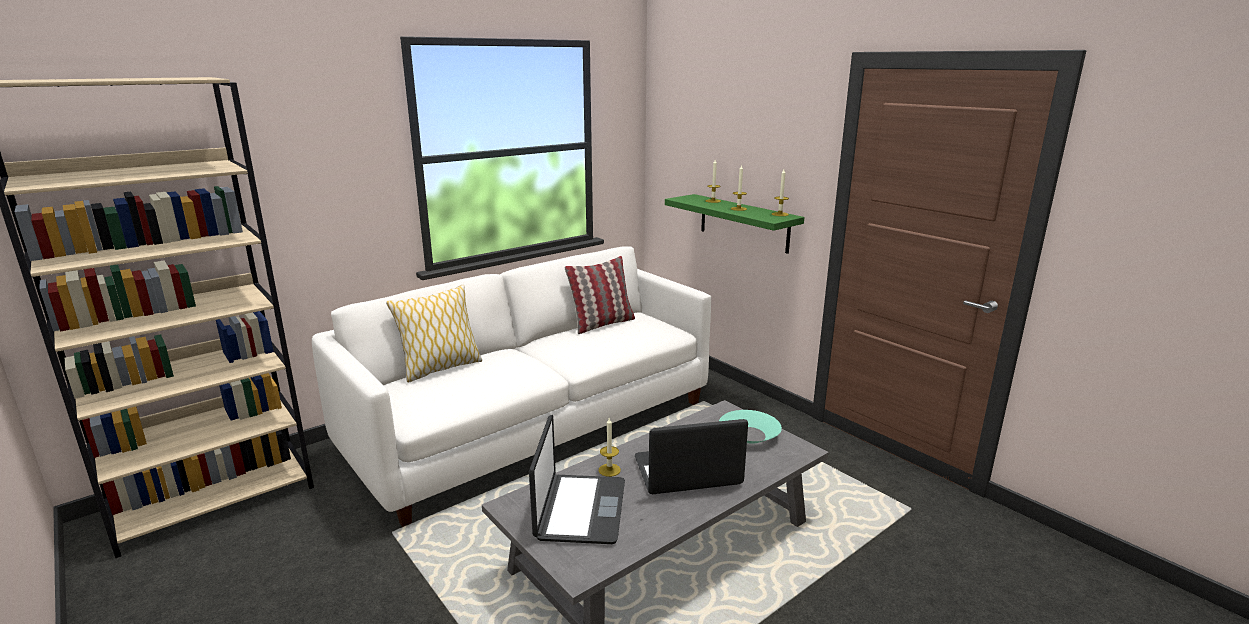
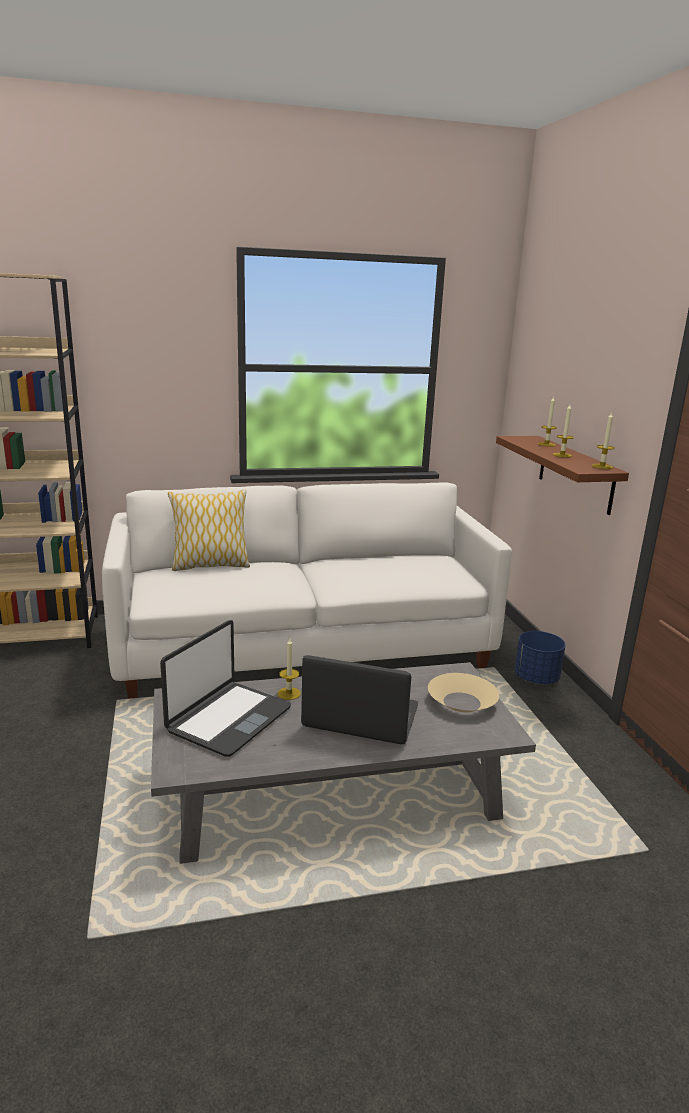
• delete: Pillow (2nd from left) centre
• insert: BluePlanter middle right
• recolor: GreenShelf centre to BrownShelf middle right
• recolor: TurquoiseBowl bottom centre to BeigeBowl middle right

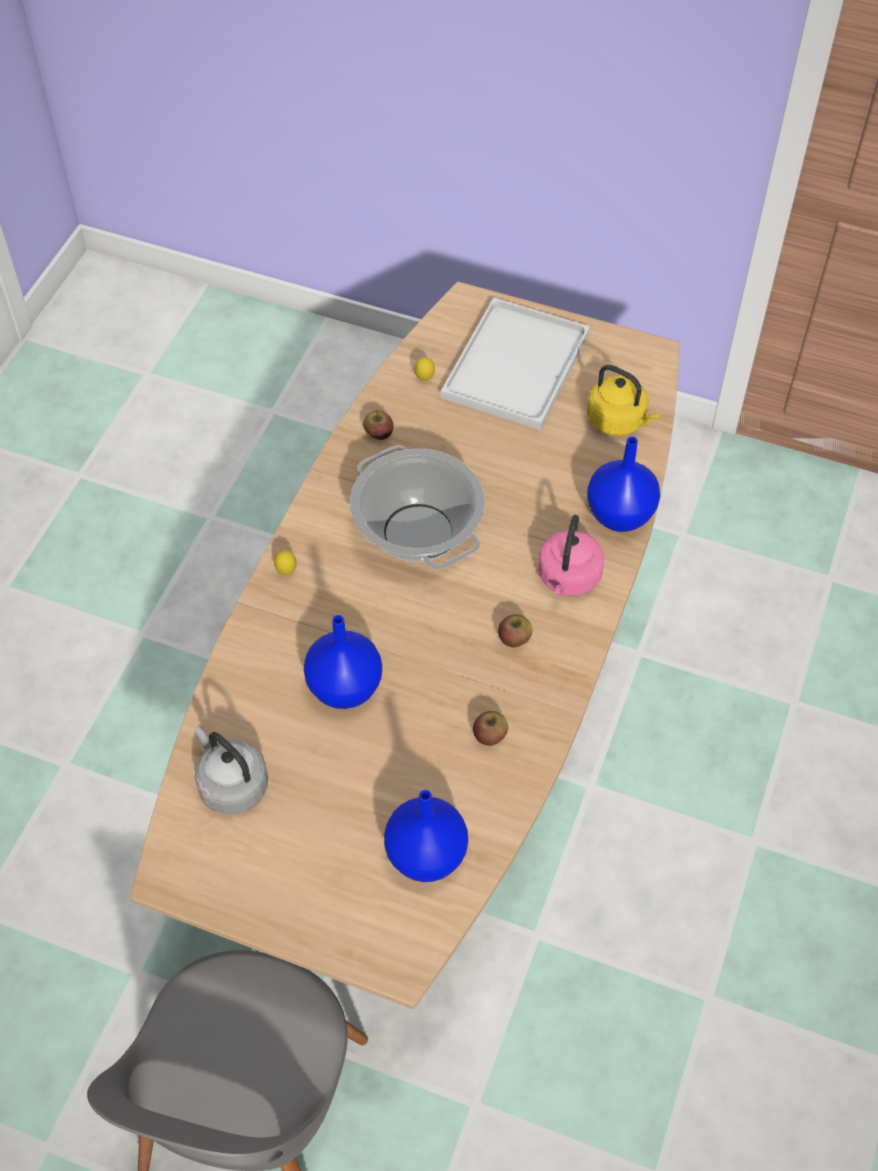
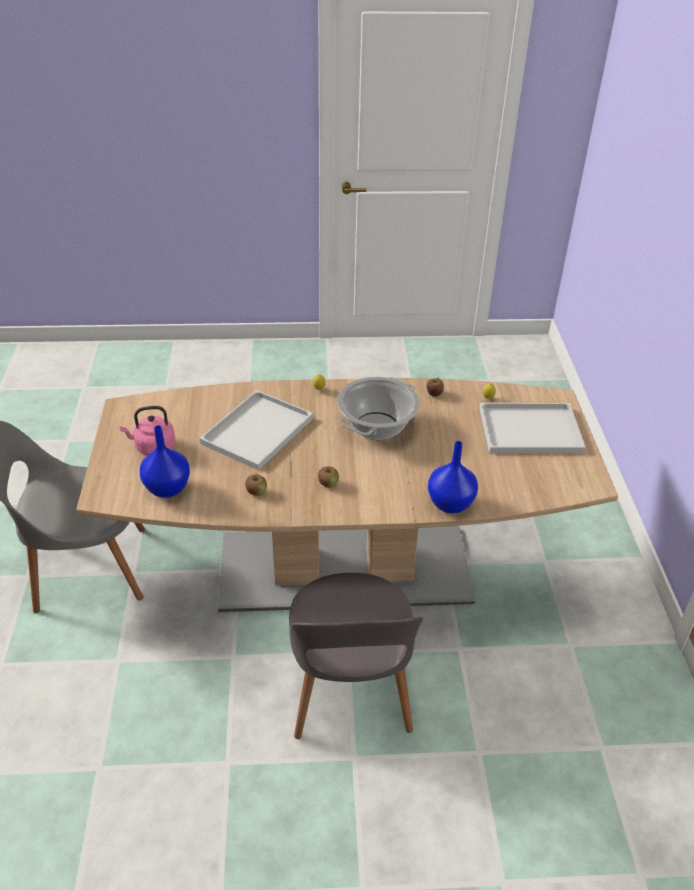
• delete: GreyKettle middle left
• delete: YellowKettle middle right
• insert: GreyChair (2nd from left) bottom centre
• move: PinkKettle centre to middle left
• replace: BlueVase (1st from left) centre to WhiteTray (1st from left) centre

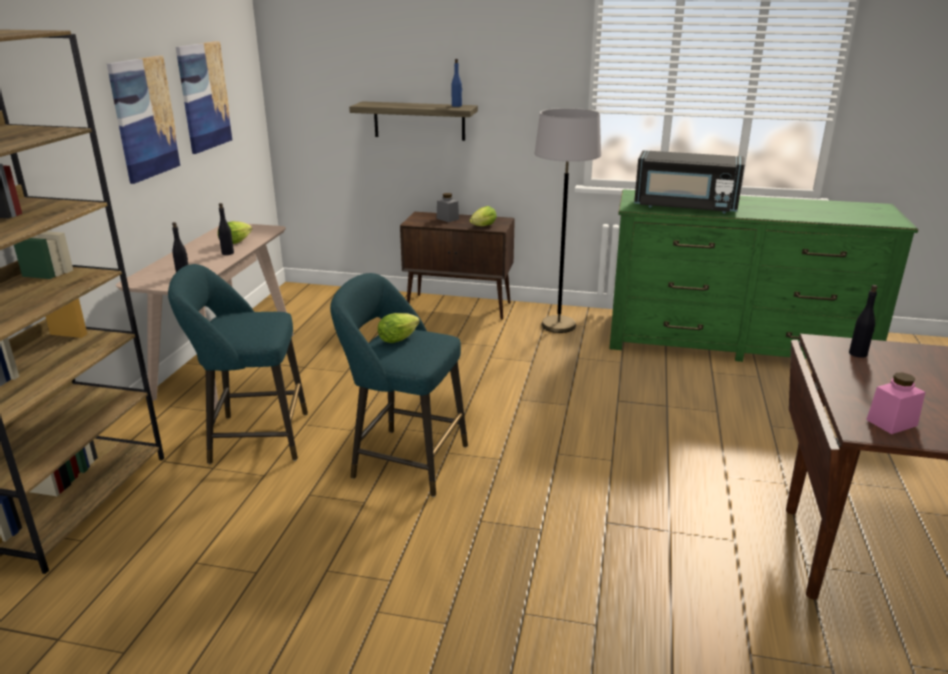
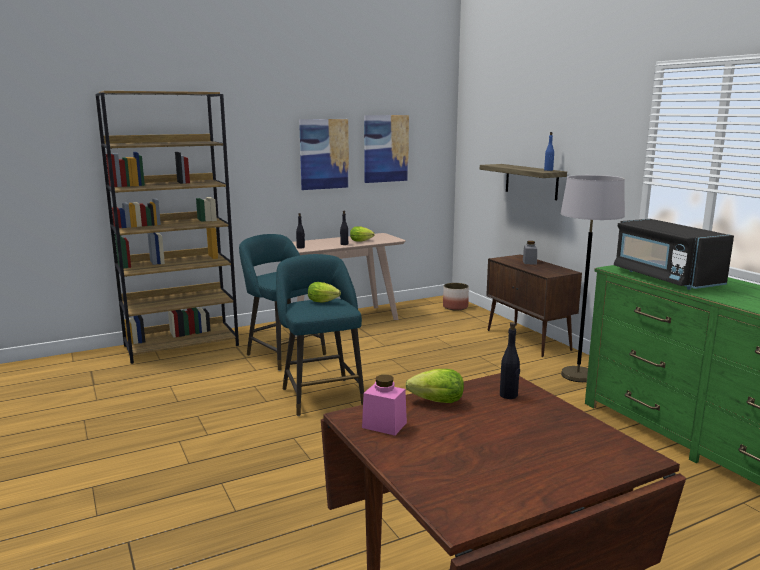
• insert: Planter centre
• move: Lettuce (3rd from left) top centre to bottom centre

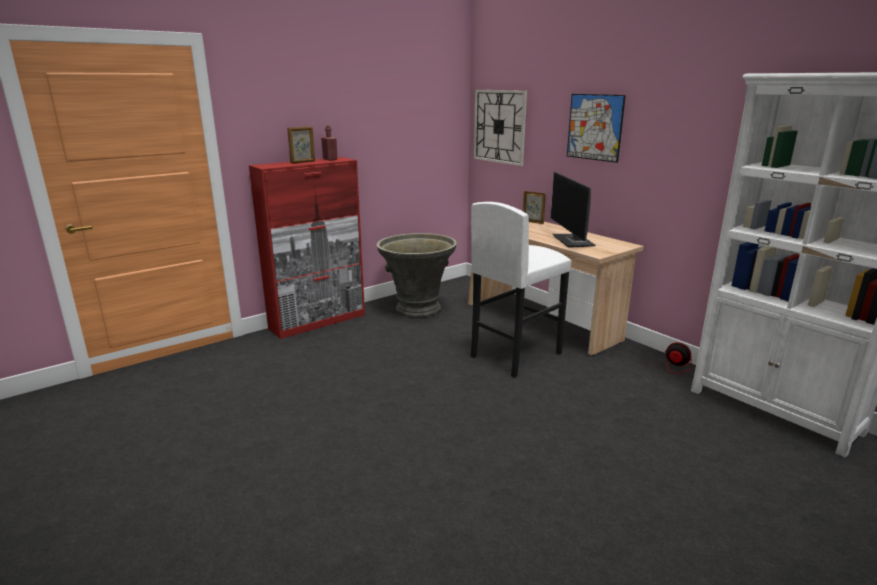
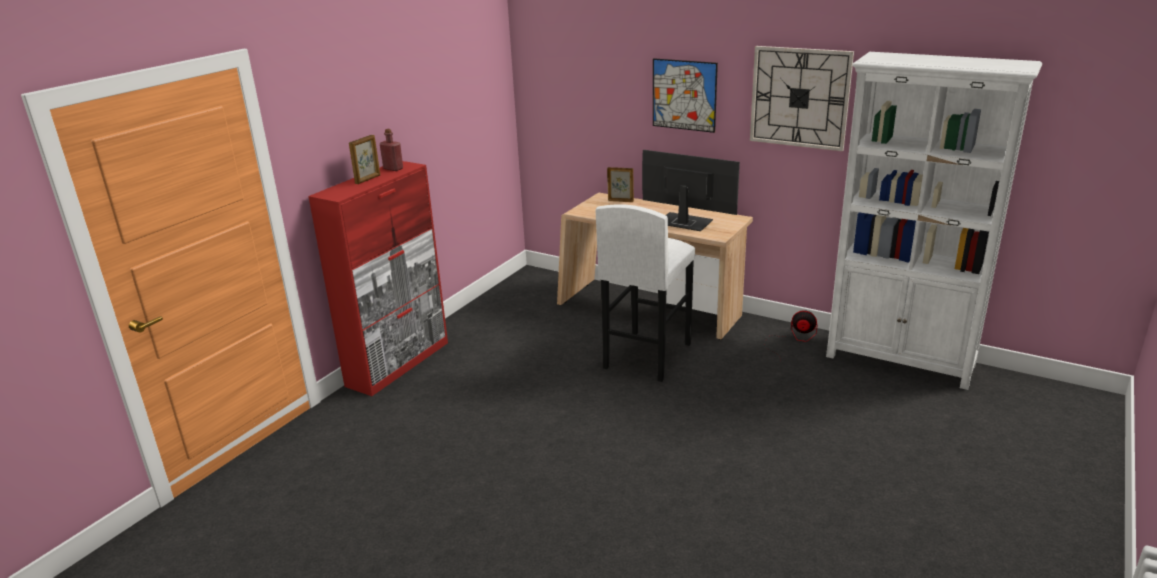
• delete: GreyPlanter centre
• move: WallClock top centre to top right
• rotate: Monitor centre = top centre 150 degrees clockwise

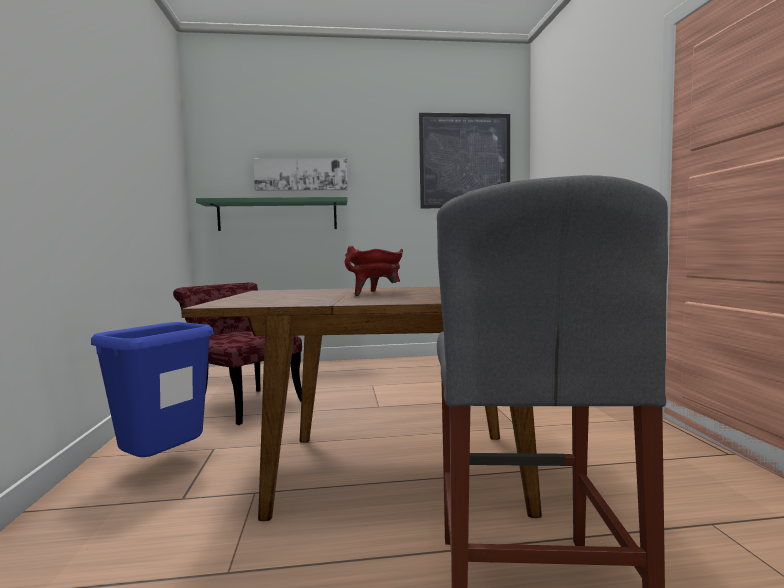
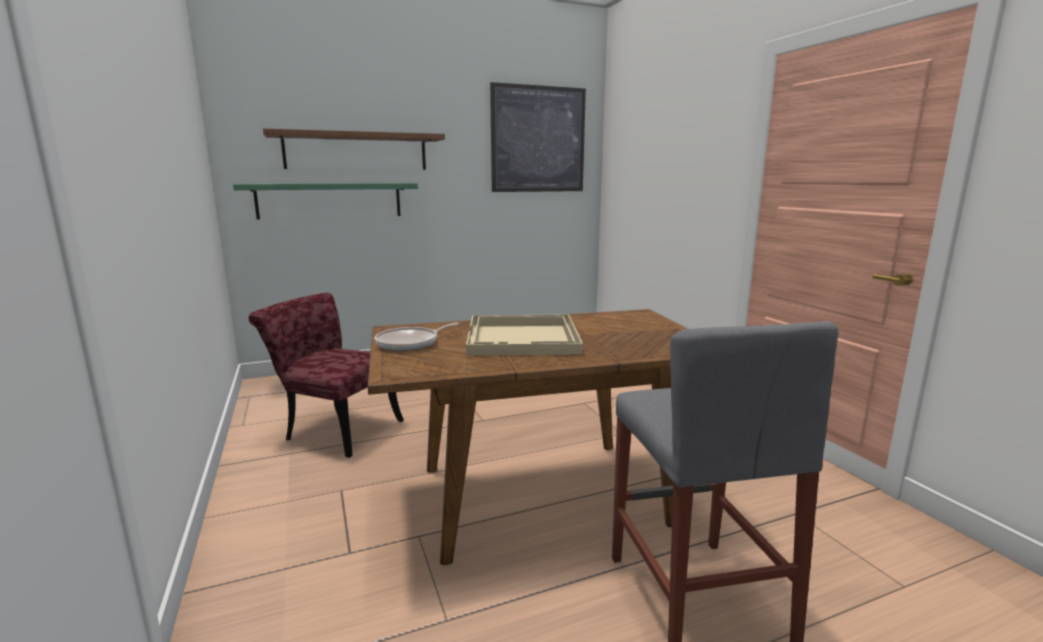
• delete: BlueTrashCan middle left
• insert: FryingPan centre
• replace: Picture (1st from left) top centre to BrownShelf top centre
• replace: RedCookingPot centre to BeigeTray centre

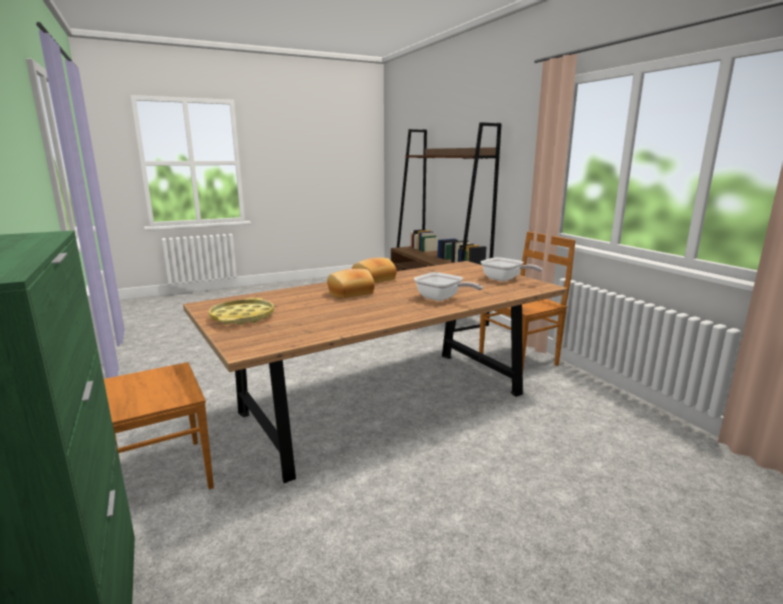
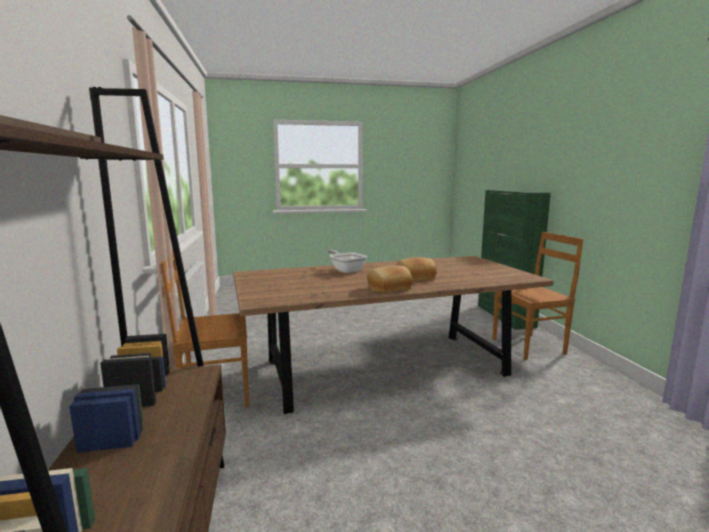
• delete: YellowTray middle left
• delete: FryingPan (2nd from left) centre

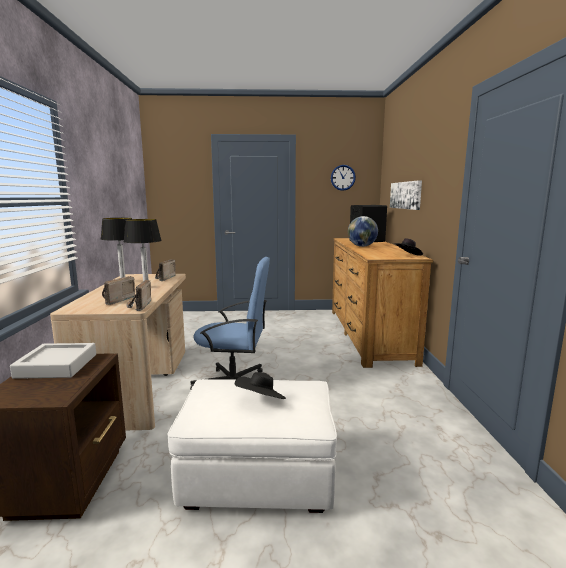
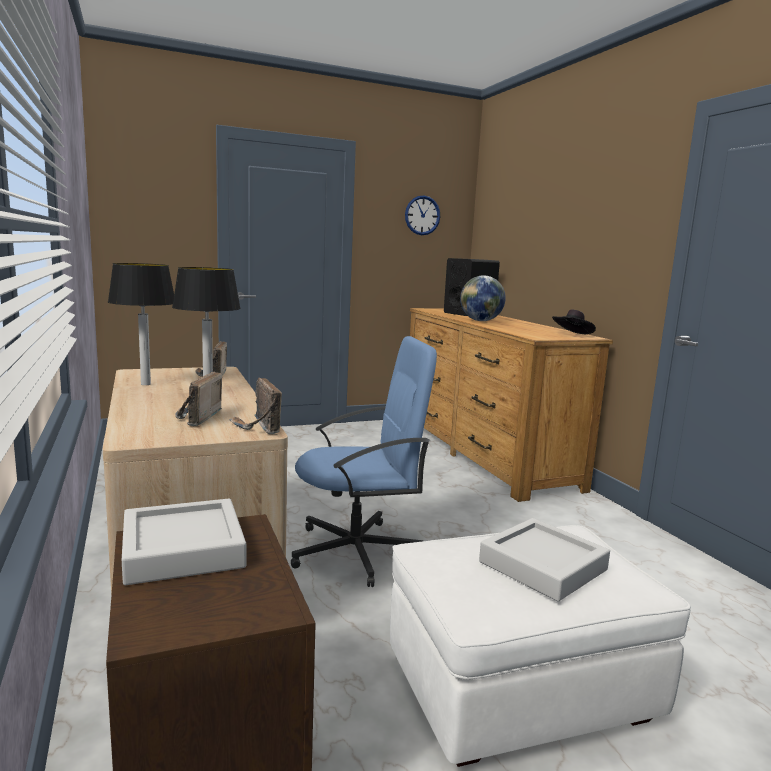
• delete: Picture middle right
• replace: BlackHat (1st from left) bottom centre to GreyTray (2nd from left) bottom right

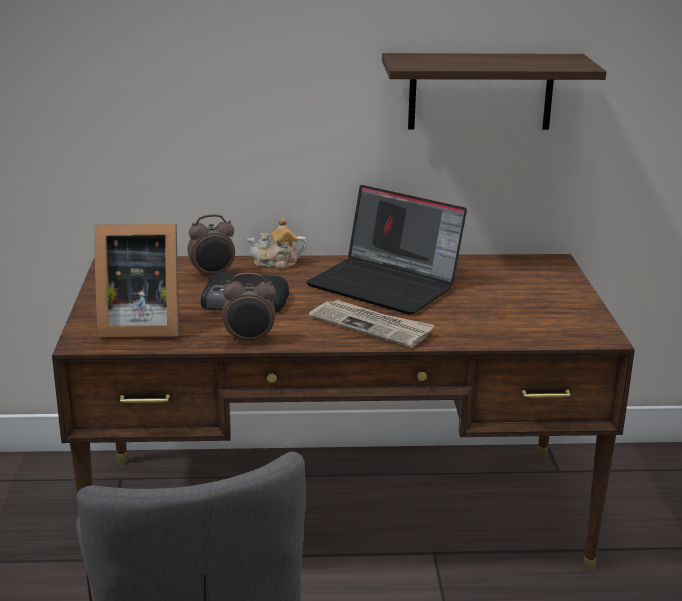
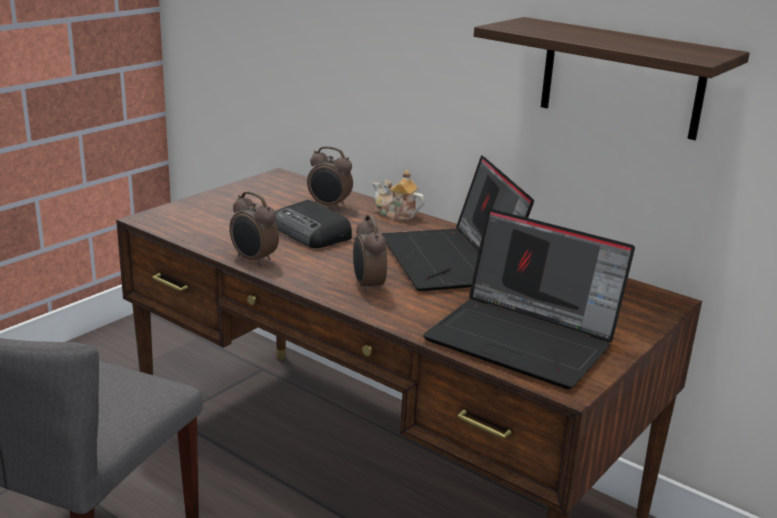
• delete: PictureFrame middle left
• insert: Laptop (2nd from left) middle right
• replace: Newspaper centre to AlarmClock (3rd from left) centre

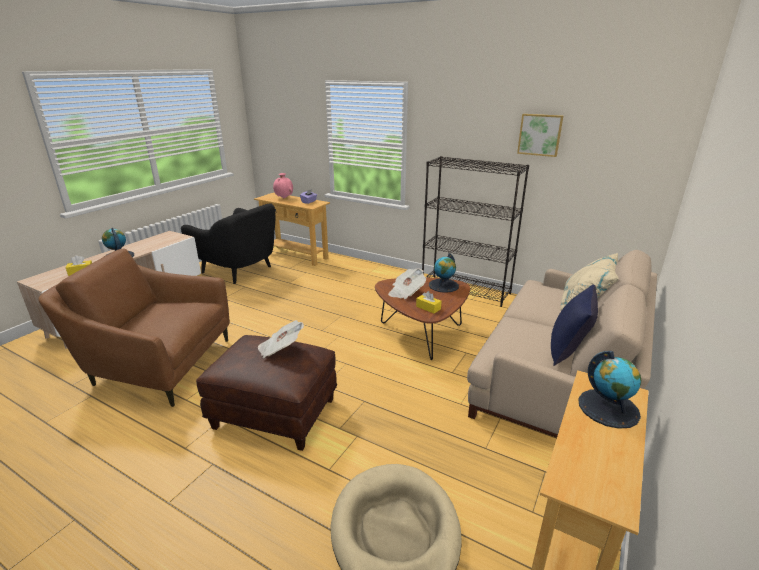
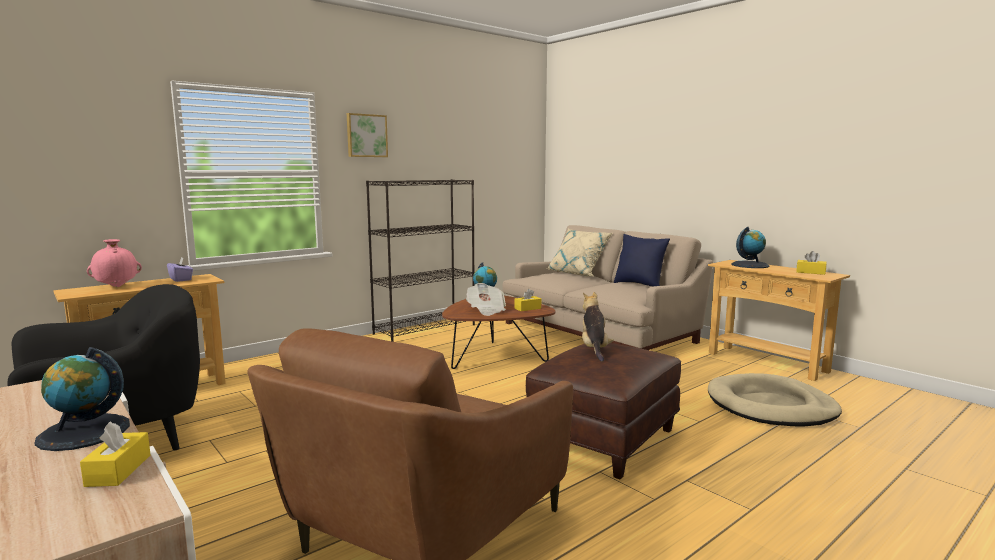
• insert: YellowTissueBox (3rd from left) middle right
• move: Picture top right to top centre
• replace: Newspaper (1st from left) centre to PlushToy centre

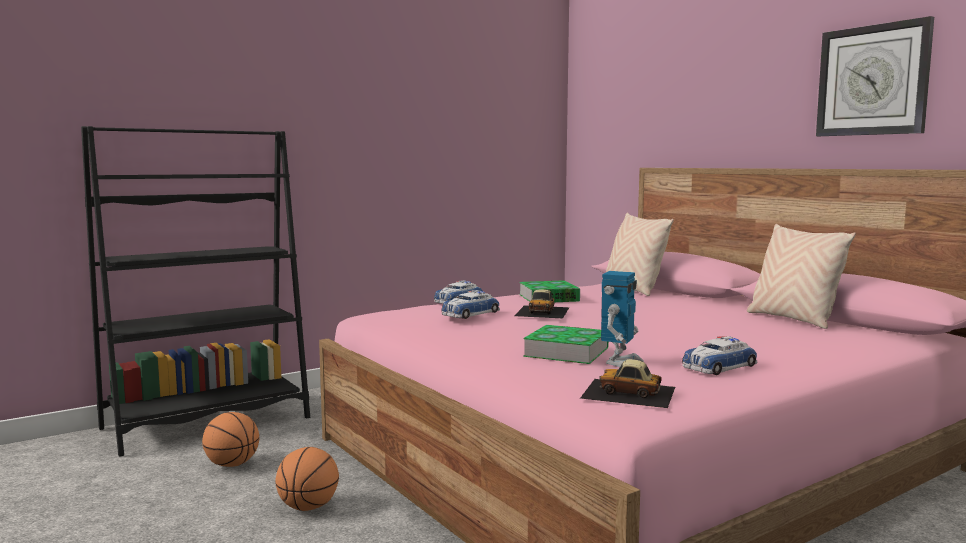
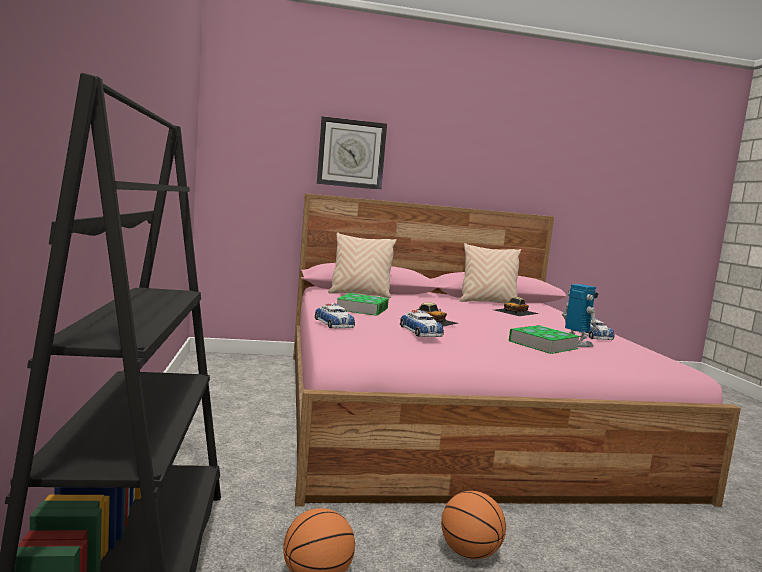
• move: ToyCar (4th from left) bottom centre to middle right
• move: WallClock top right to top centre

